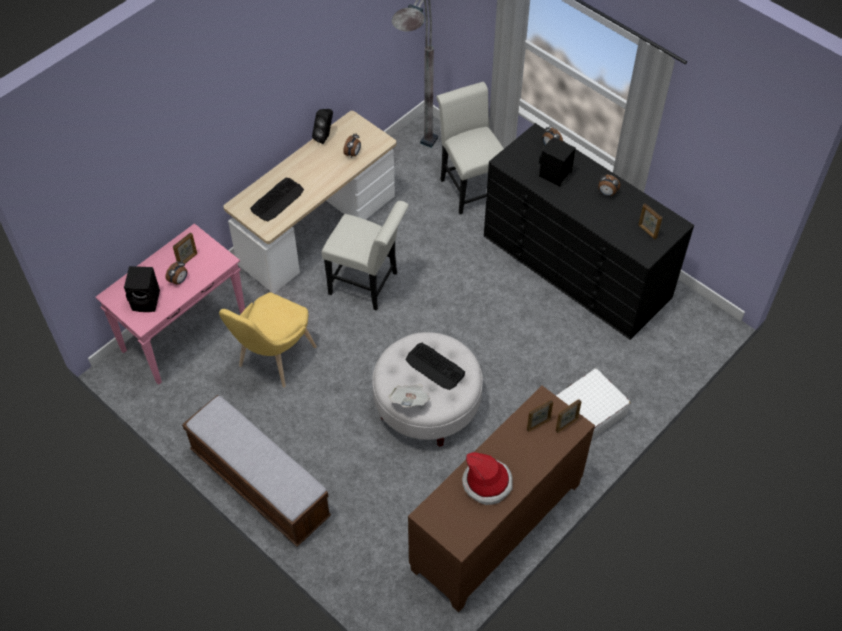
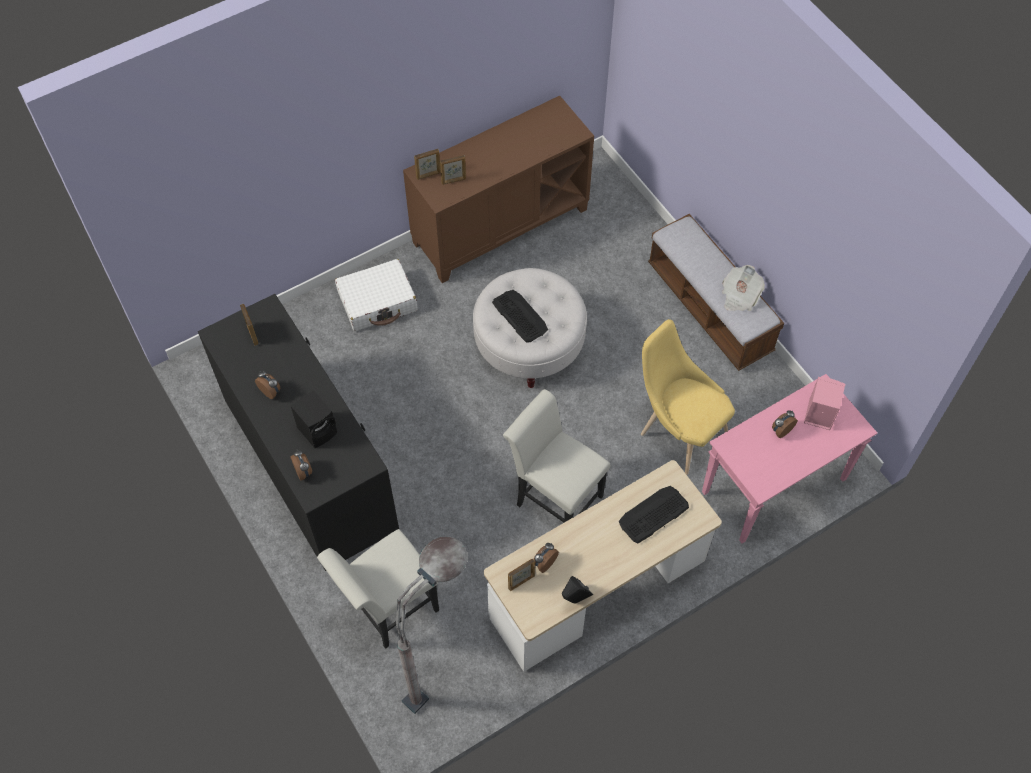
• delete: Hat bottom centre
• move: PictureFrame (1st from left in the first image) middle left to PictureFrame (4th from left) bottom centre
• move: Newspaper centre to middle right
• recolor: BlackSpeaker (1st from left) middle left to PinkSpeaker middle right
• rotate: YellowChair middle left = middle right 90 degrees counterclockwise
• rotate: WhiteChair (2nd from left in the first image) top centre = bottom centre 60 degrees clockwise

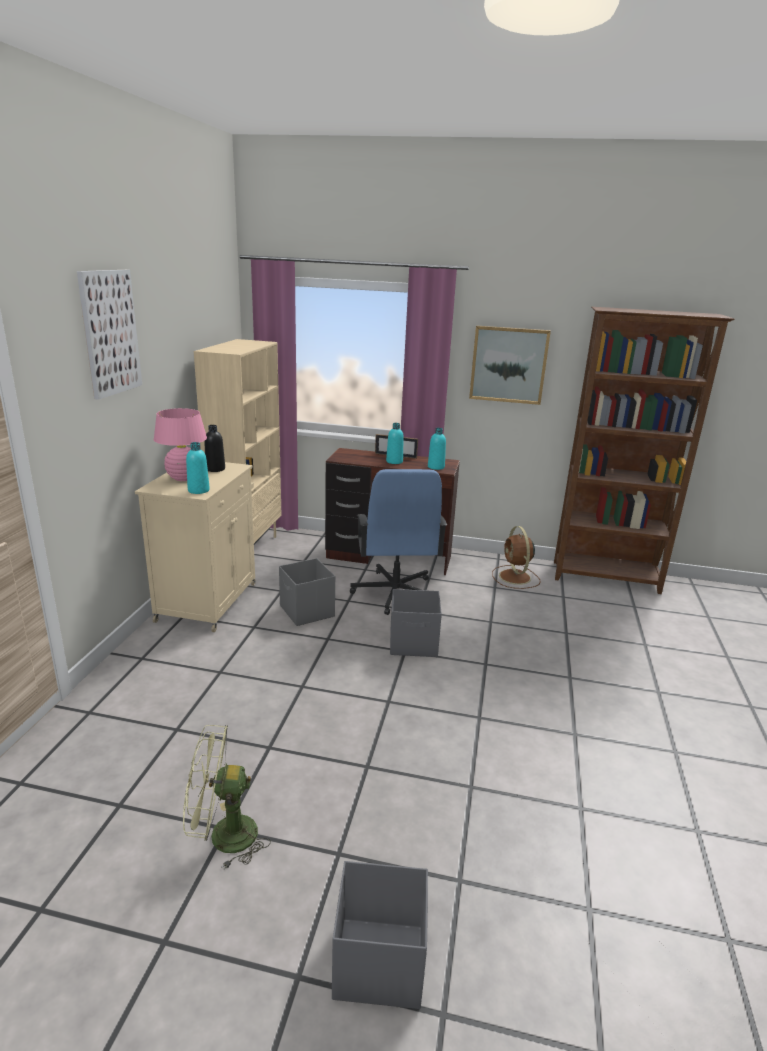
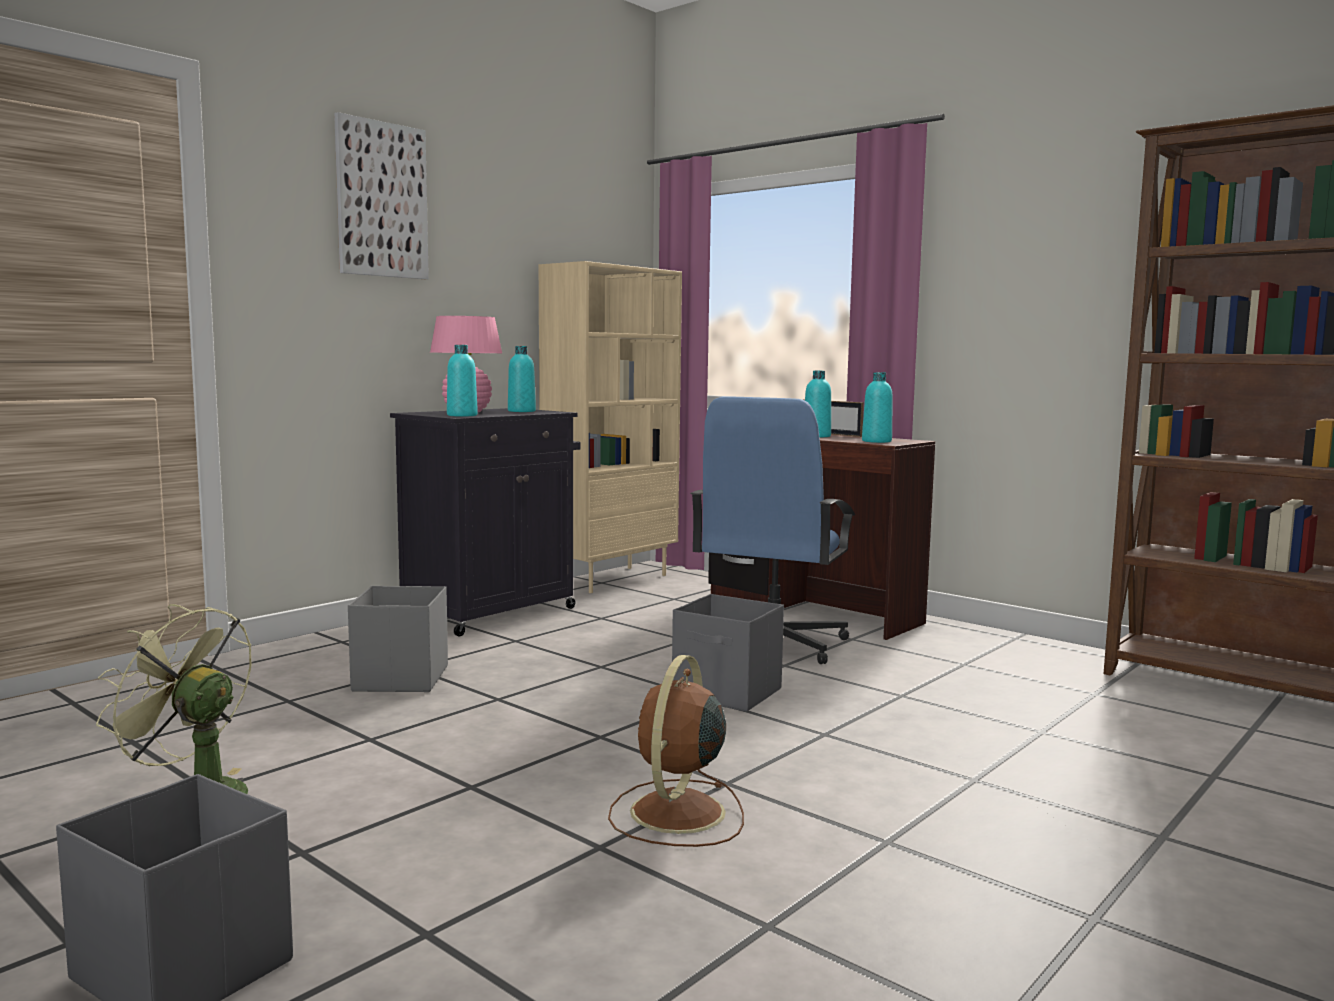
• delete: Picture (2nd from left) centre
• move: GreyStorageBox (1st from left in the first image) centre to GreyStorageBox (2nd from left) middle left
• move: BrownFan middle right to bottom centre
• recolor: BeigeCabinet middle left to BlackCabinet centre
• recolor: BlackBottle middle left to TurquoiseBottle (2nd from left) centre

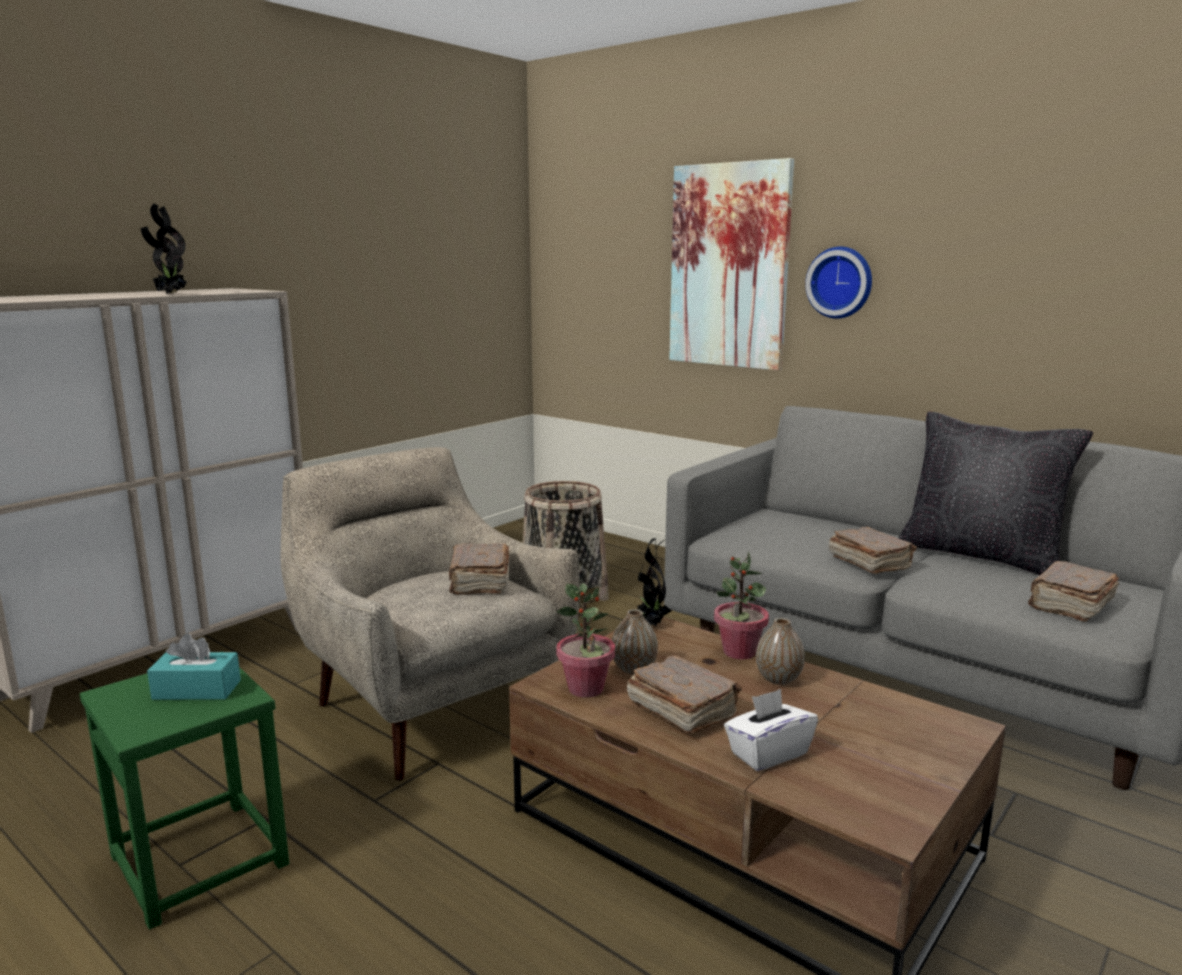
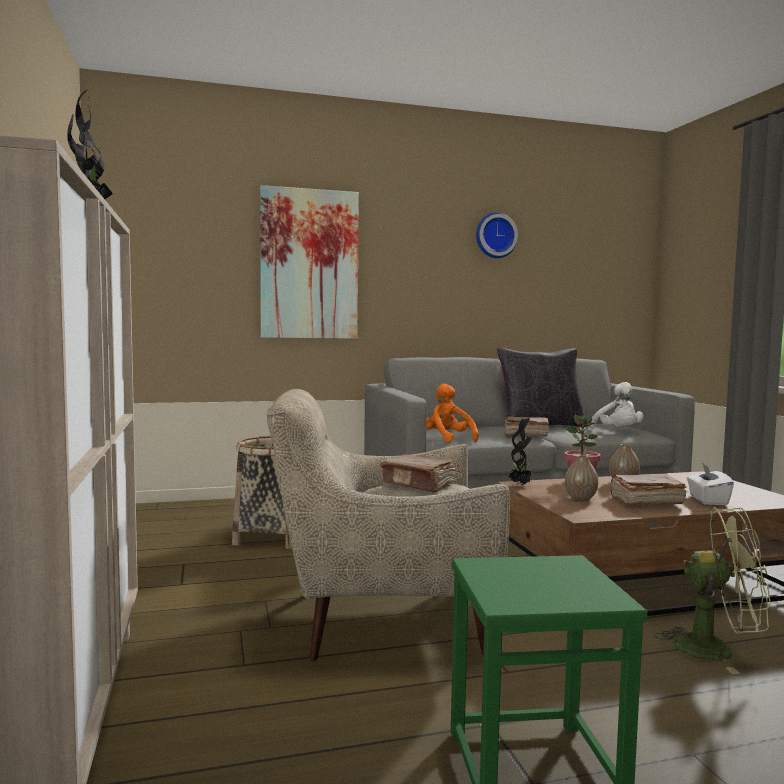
• delete: TurquoiseTissueBox bottom left
• delete: PottedPlant (2nd from left) centre
• insert: OrangePlushToy centre
• insert: GreenFan bottom right
• move: WallClock top right to top centre
• replace: BrownBook (4th from left) middle right to WhitePlushToy middle right

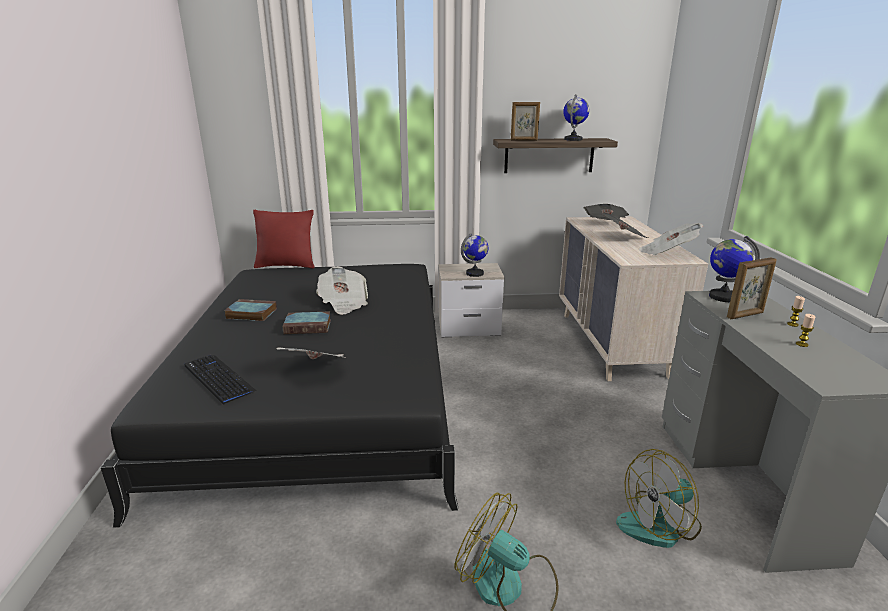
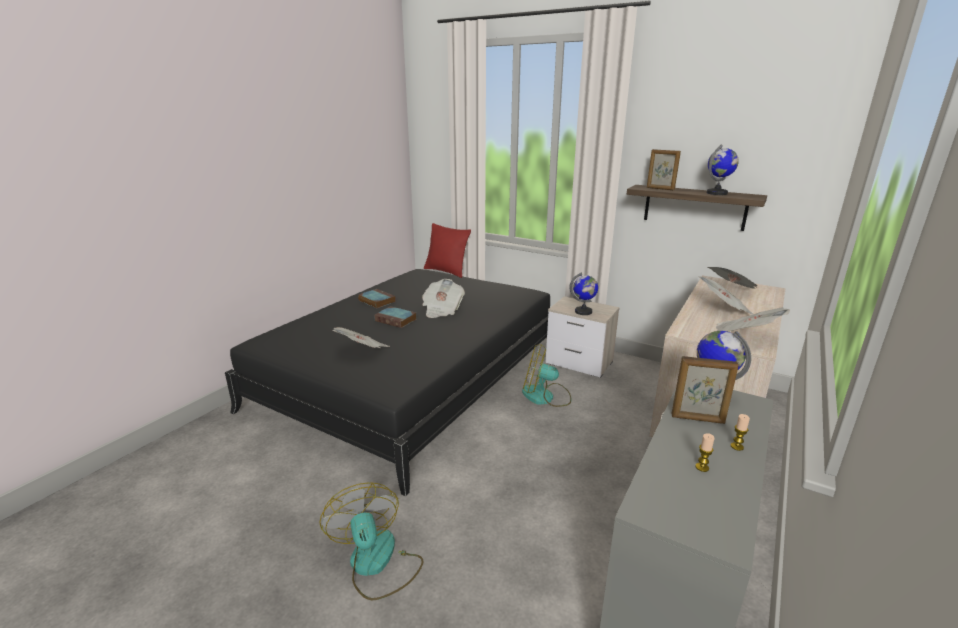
• delete: Keyboard middle left
• move: Fan (2nd from left) bottom right to centre

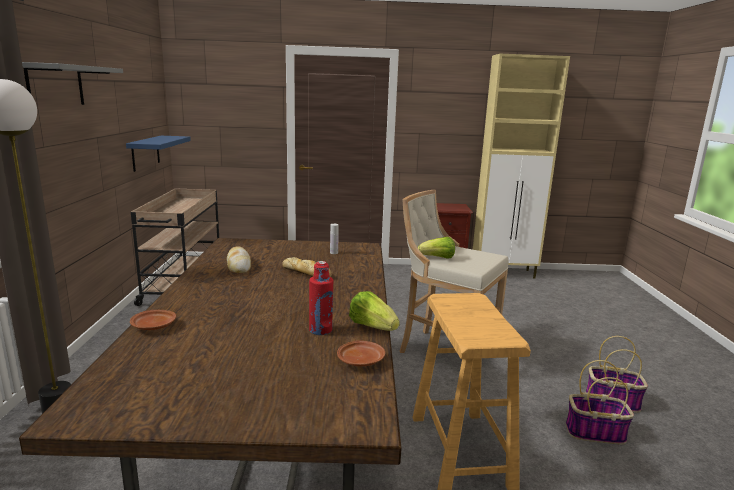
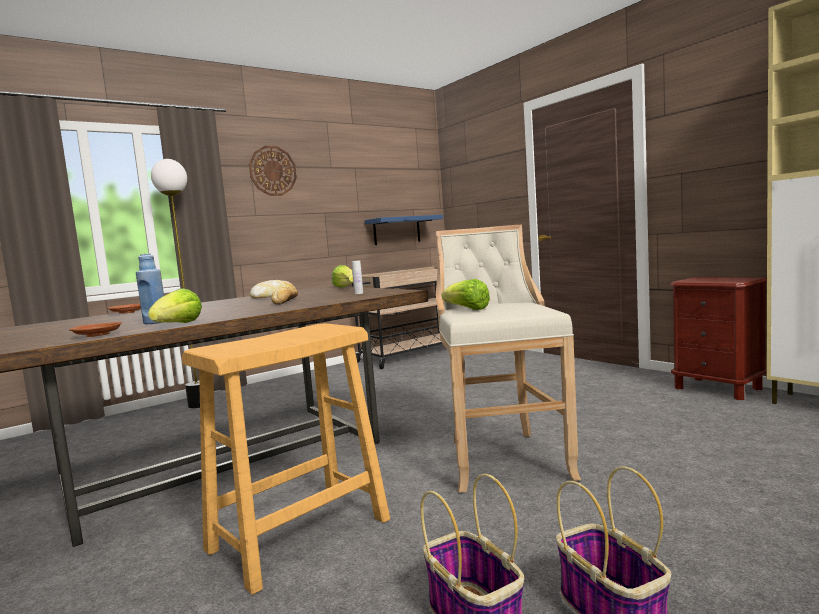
• insert: Lettuce (2nd from left) centre
• replace: GreyShelf top left to WallClock top centre
• recolor: RedBottle centre to BlueBottle middle left

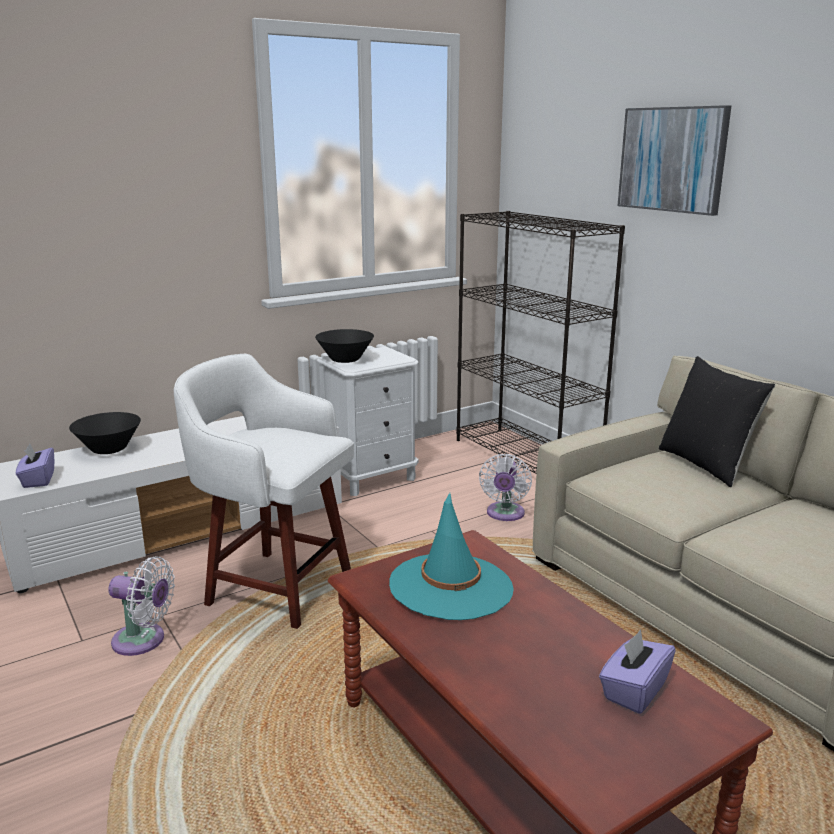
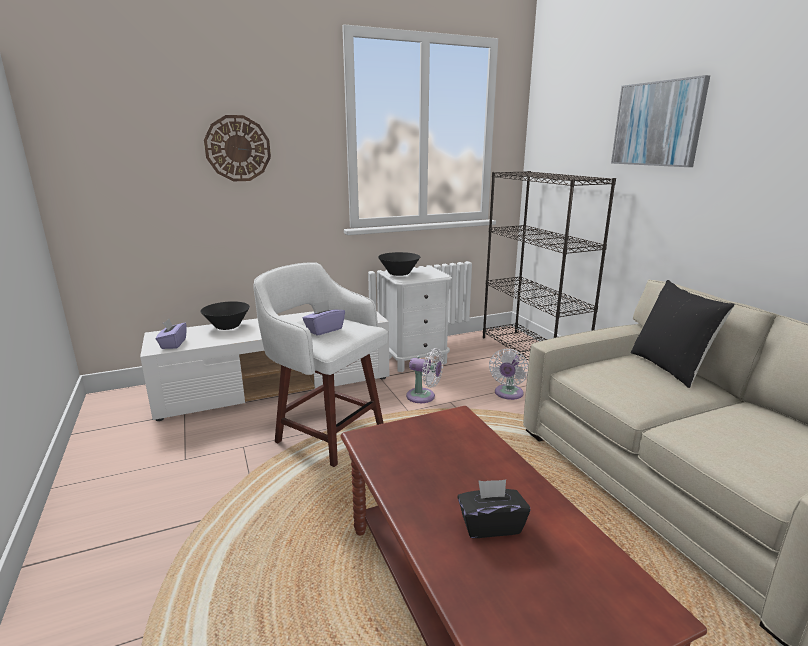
• delete: TurquoiseHat bottom centre
• insert: WallClock top left
• insert: BlackTissueBox bottom centre
• move: WhiteFan (1st from left) bottom left to centre
• move: PurpleTissueBox (2nd from left) bottom right to centre

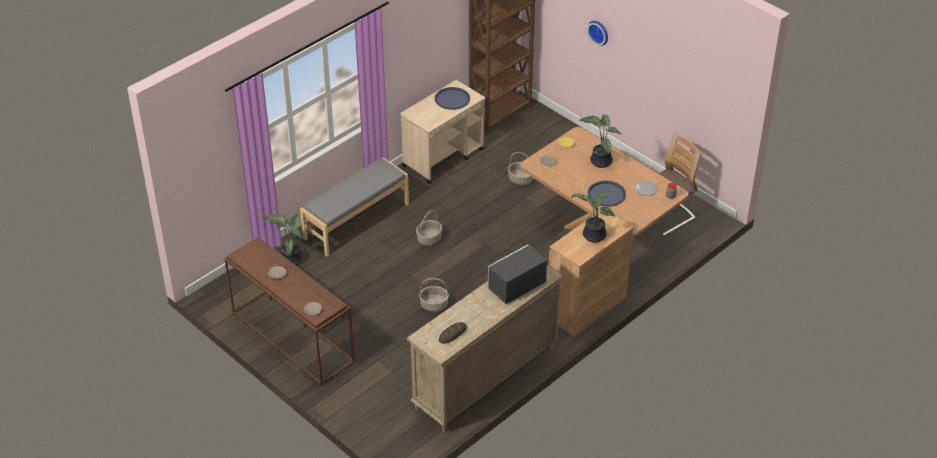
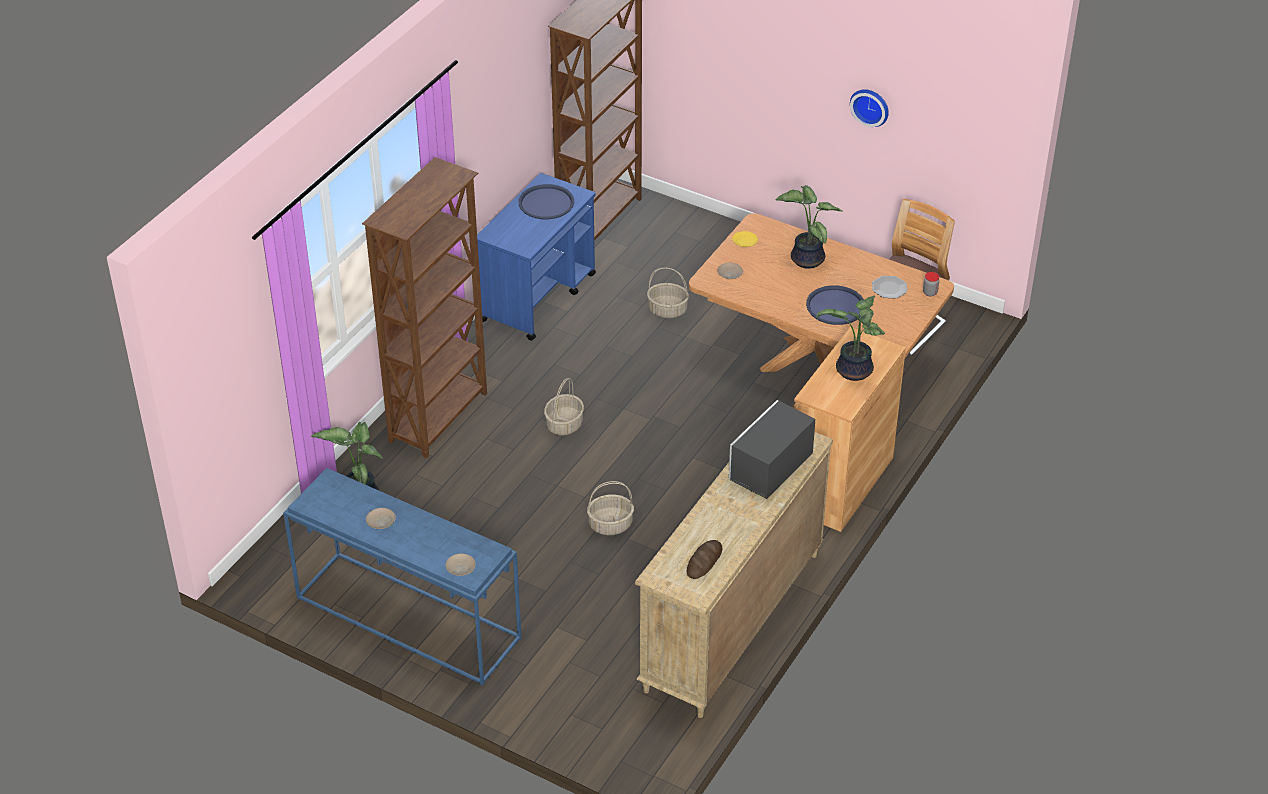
• move: WallClock top centre to top right
• replace: GreyBench centre to BrownBookcase (1st from left) centre
• recolor: BrownConsoleTable bottom left to BlueConsoleTable bottom left
• recolor: BeigeCart top centre to BlueCart top centre

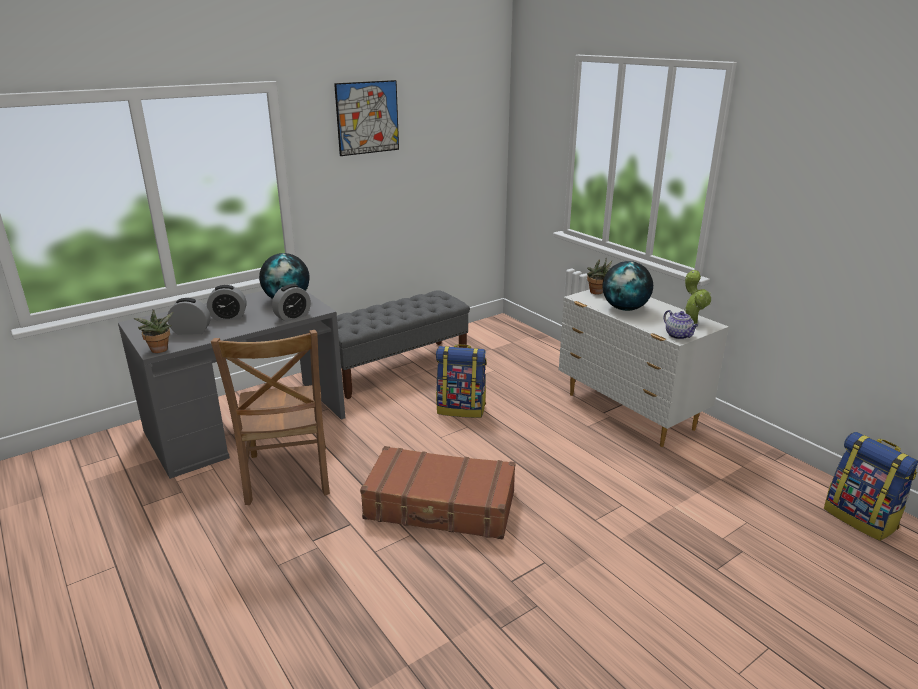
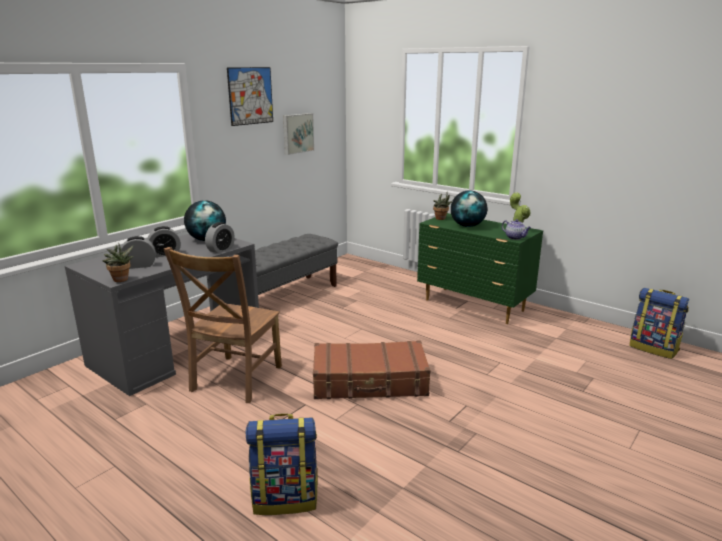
• insert: Picture (2nd from left) top centre
• move: Backpack (1st from left) centre to bottom centre
• recolor: WhiteDresser middle right to GreenDresser centre
• rotate: BrownChair middle left = middle left 45 degrees clockwise

